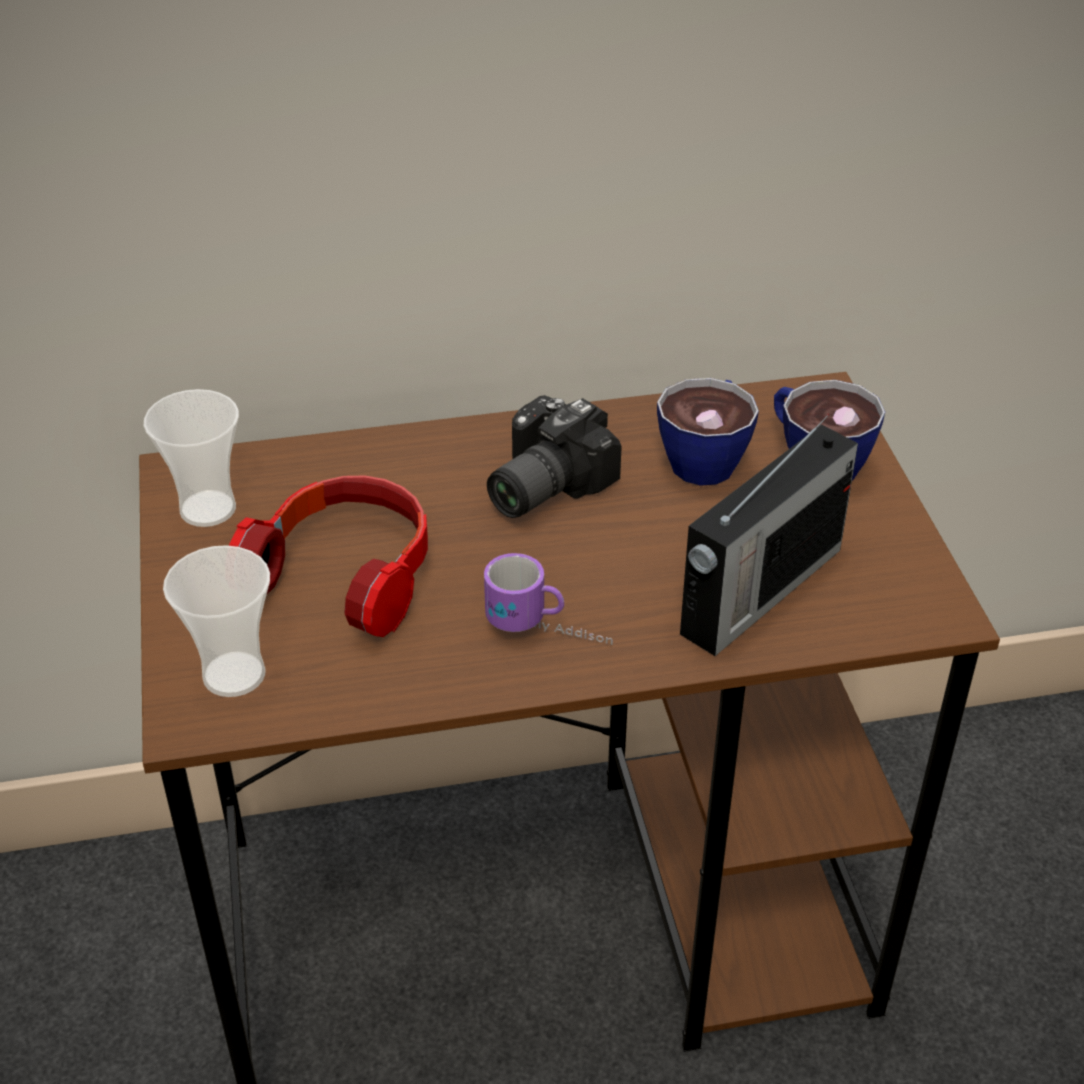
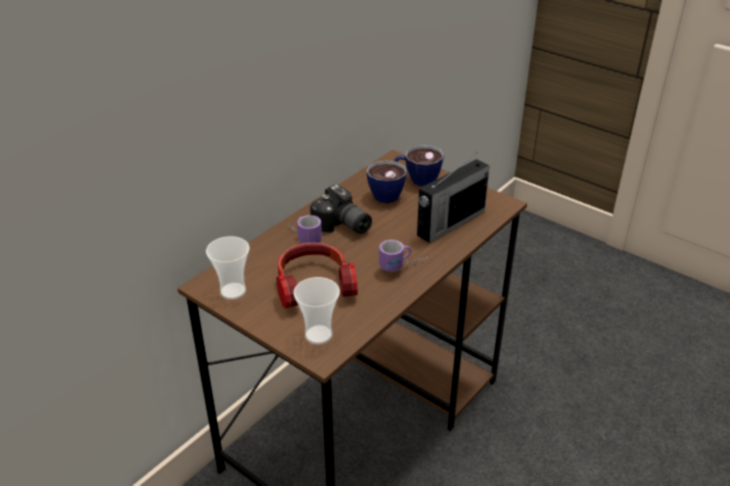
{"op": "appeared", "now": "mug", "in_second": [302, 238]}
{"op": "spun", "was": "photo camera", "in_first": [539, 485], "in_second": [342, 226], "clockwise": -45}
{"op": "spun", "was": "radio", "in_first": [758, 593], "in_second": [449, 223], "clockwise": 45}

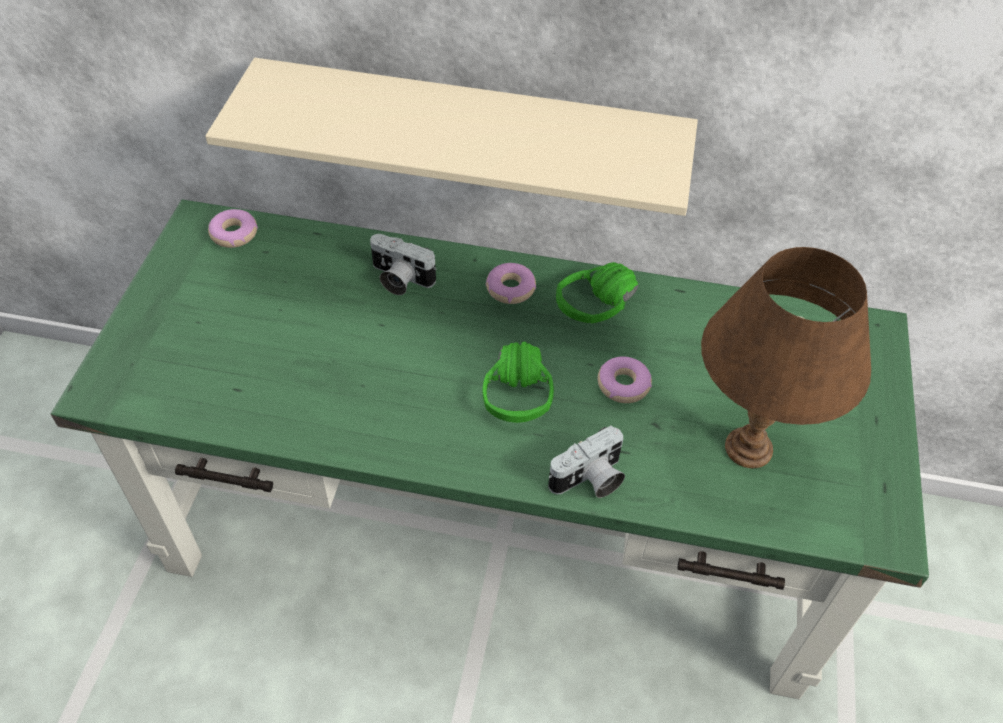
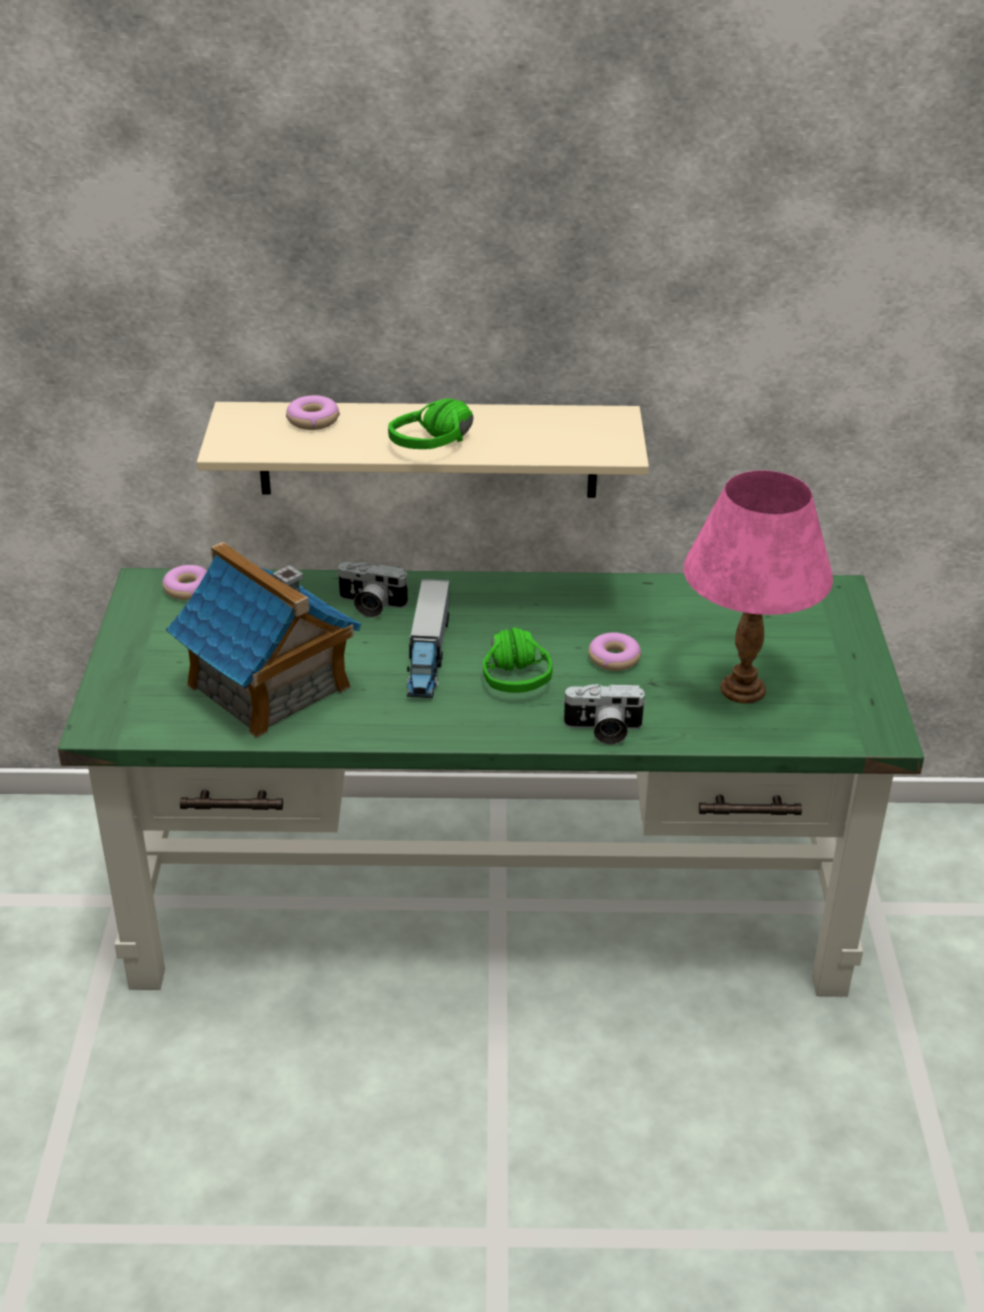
{"op": "appeared", "now": "toy house", "in_second": [269, 687]}
{"op": "appeared", "now": "toy truck", "in_second": [428, 654]}
{"op": "relocated", "was": "donut", "in_first": [510, 289], "in_second": [312, 420]}
{"op": "relocated", "was": "green headphones", "in_first": [604, 313], "in_second": [442, 448]}
{"op": "colour", "was": "brown table lamp", "now": "pink table lamp", "in_first": [748, 447], "in_second": [742, 688]}
{"op": "spun", "was": "photo camera", "in_first": [589, 480], "in_second": [603, 730], "clockwise": 45}

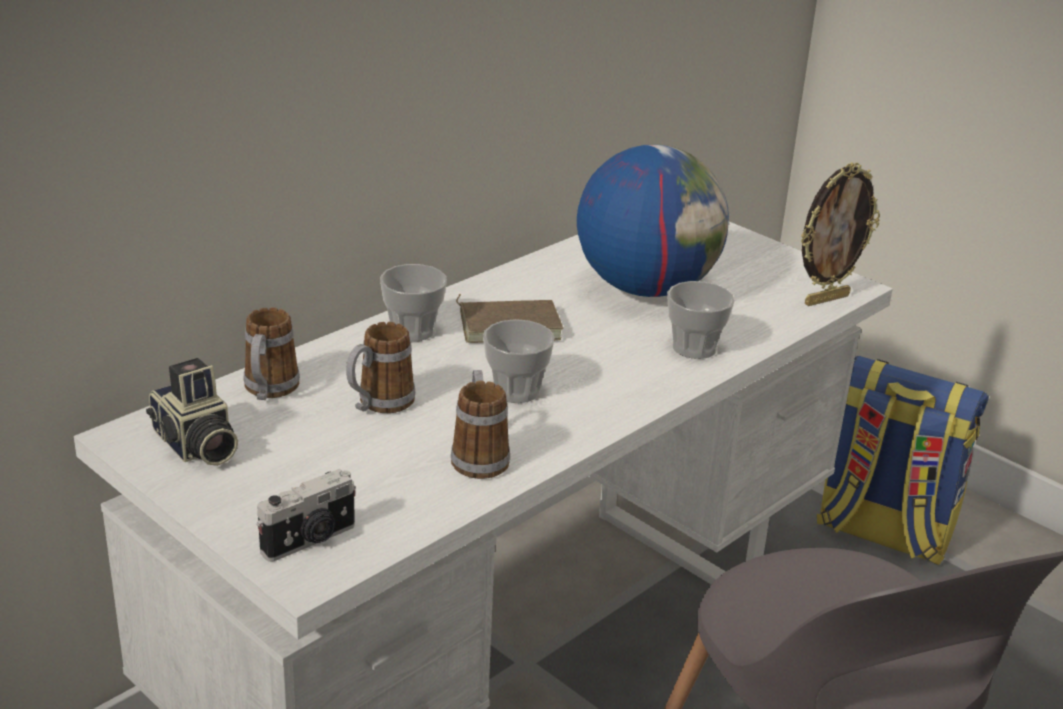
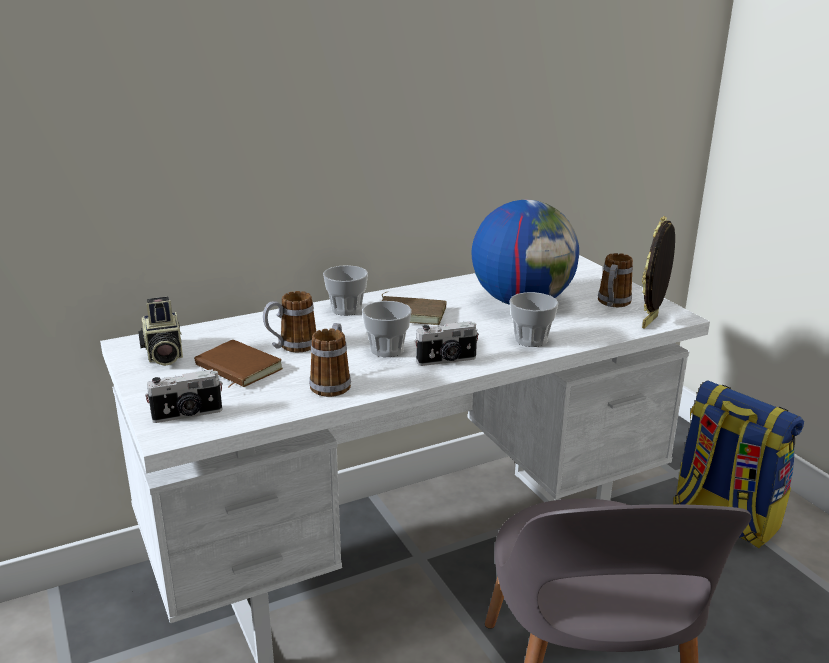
{"op": "appeared", "now": "brown book", "in_second": [236, 368]}
{"op": "appeared", "now": "photo camera", "in_second": [447, 360]}
{"op": "relocated", "was": "mug", "in_first": [268, 391], "in_second": [612, 304]}
{"op": "spun", "was": "picture frame", "in_first": [825, 299], "in_second": [651, 322], "clockwise": 135}

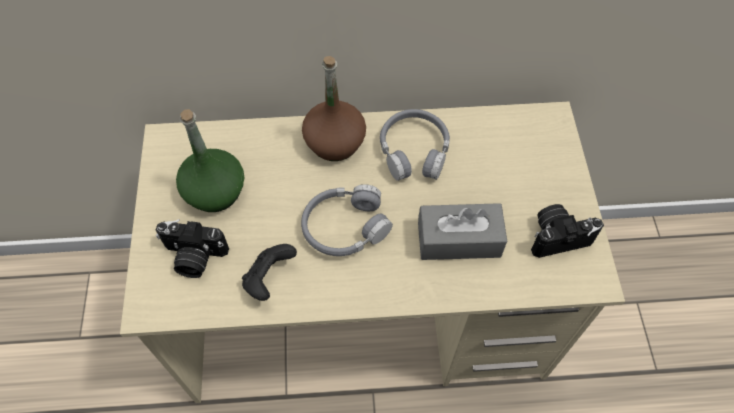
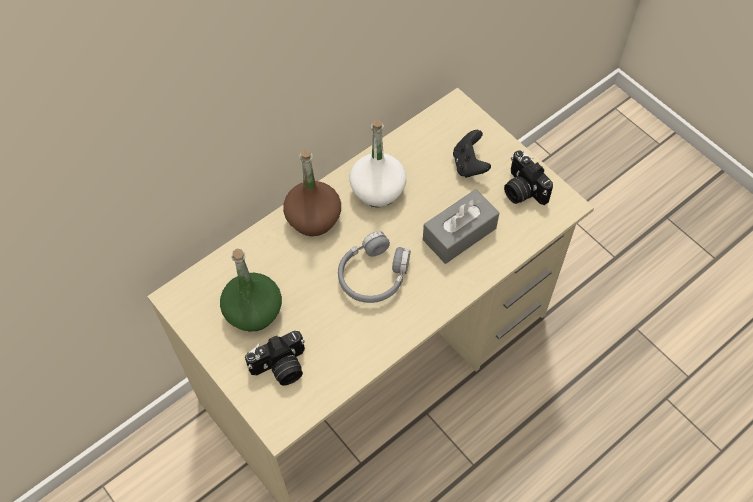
{"op": "relocated", "was": "black game controller", "in_first": [269, 279], "in_second": [469, 165]}
{"op": "exchanged", "was": "grey headphones", "now": "white bottle", "in_first": [414, 151], "in_second": [378, 189]}
{"op": "spun", "was": "photo camera", "in_first": [558, 236], "in_second": [522, 190], "clockwise": -75}

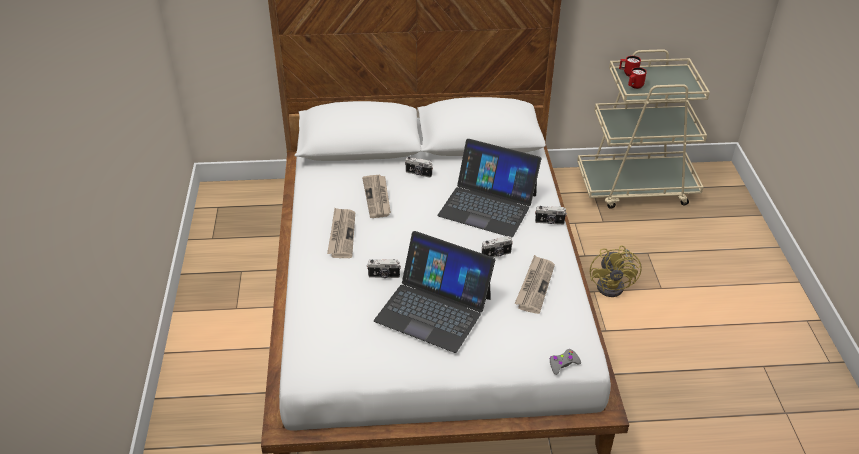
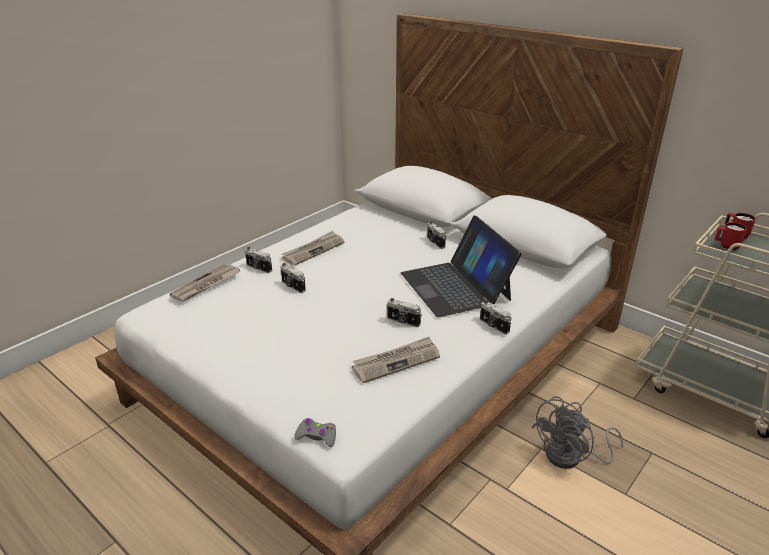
{"op": "missing", "was": "laptop", "in_first": [433, 308]}
{"op": "appeared", "now": "photo camera", "in_second": [258, 268]}
{"op": "relocated", "was": "newspaper", "in_first": [377, 197], "in_second": [206, 285]}
{"op": "colour", "was": "yellow fan", "now": "grey fan", "in_first": [614, 285], "in_second": [571, 457]}

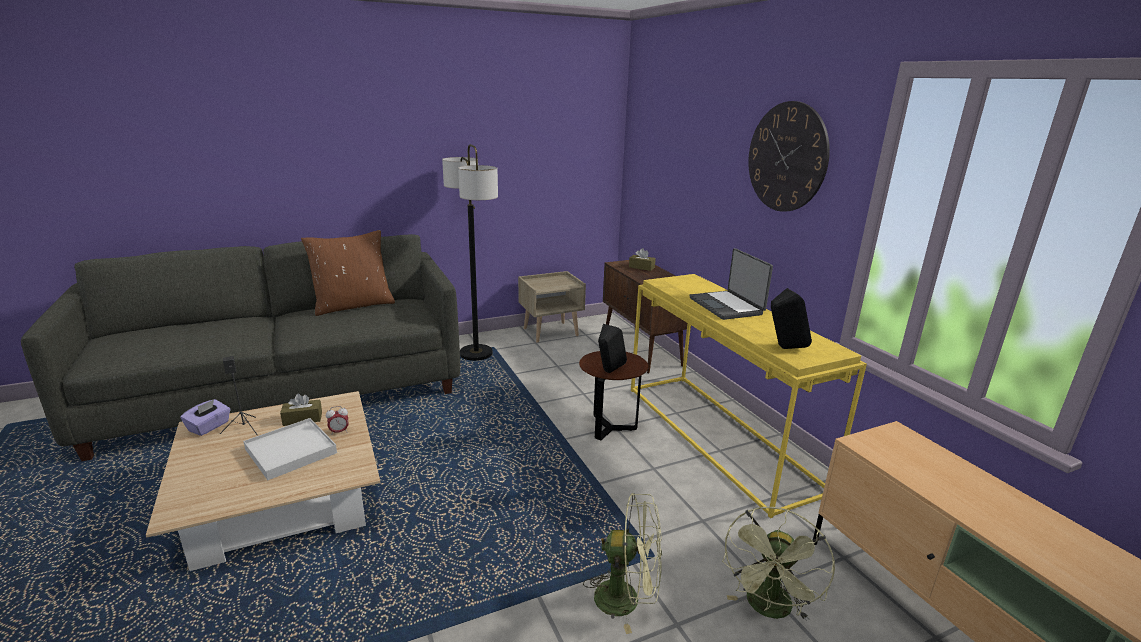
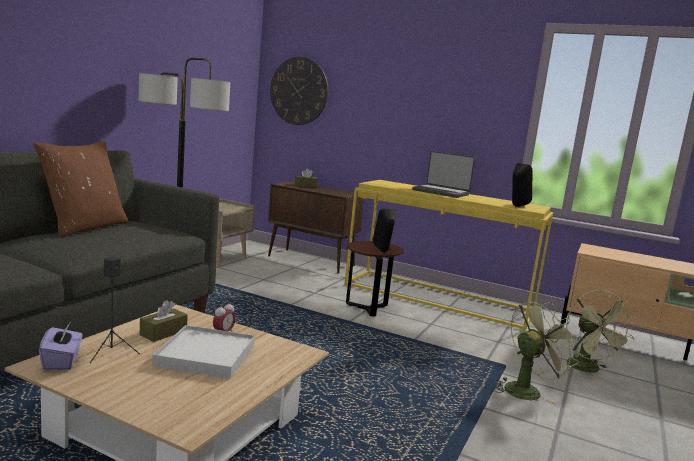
{"op": "relocated", "was": "wall clock", "in_first": [787, 157], "in_second": [299, 91]}

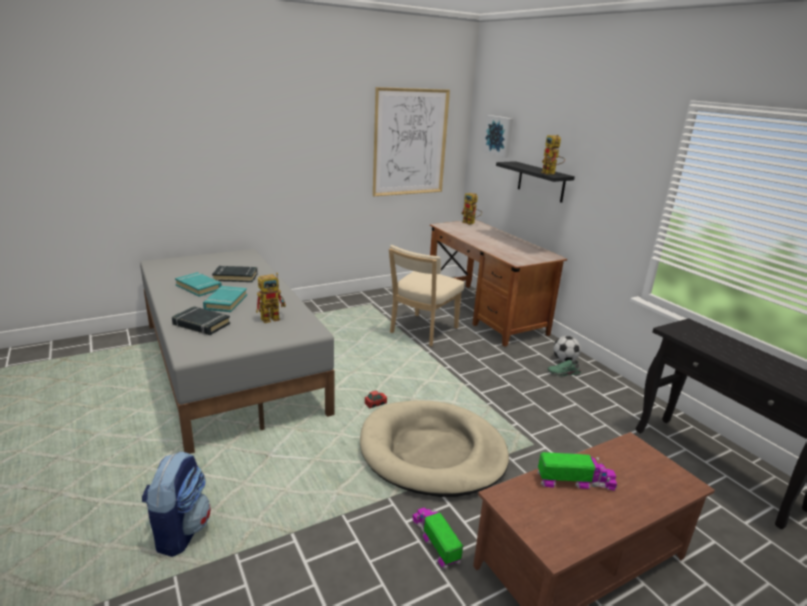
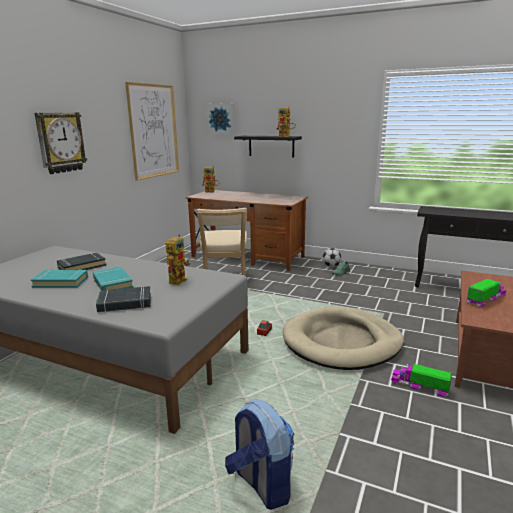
{"op": "appeared", "now": "wall clock", "in_second": [60, 142]}

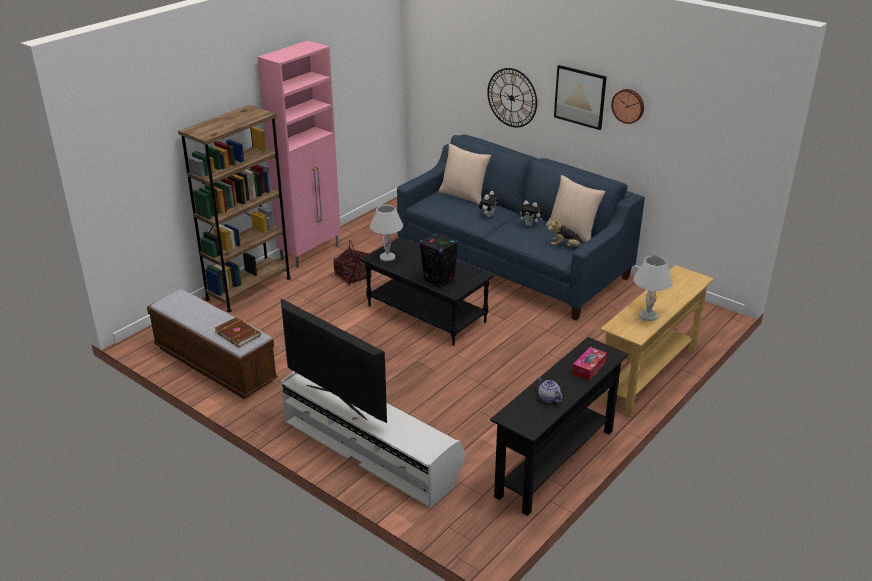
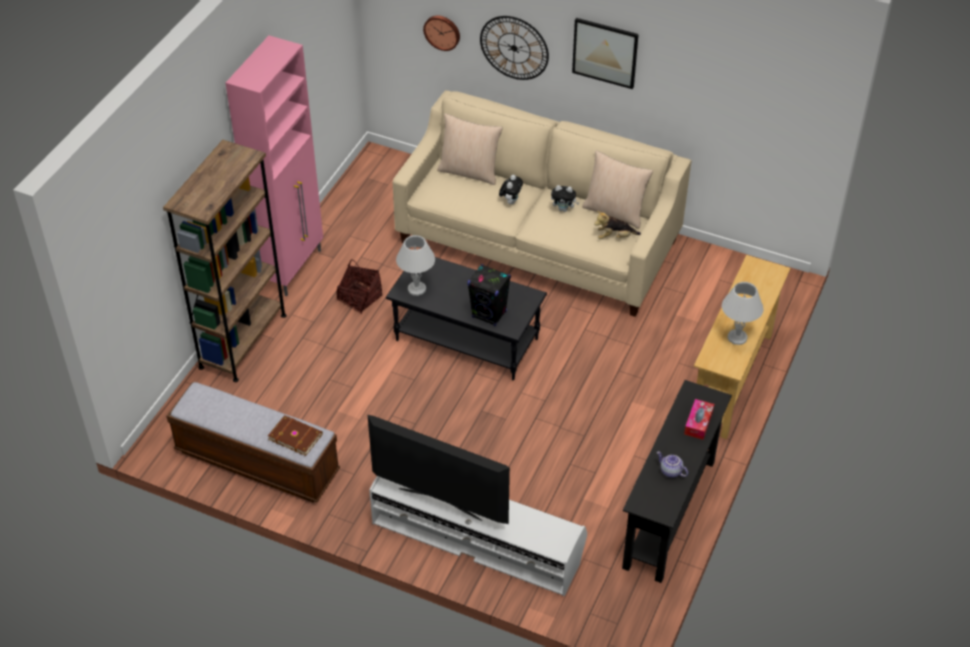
{"op": "relocated", "was": "wall clock", "in_first": [628, 105], "in_second": [442, 32]}
{"op": "colour", "was": "blue sofa", "now": "beige sofa", "in_first": [513, 263], "in_second": [538, 241]}

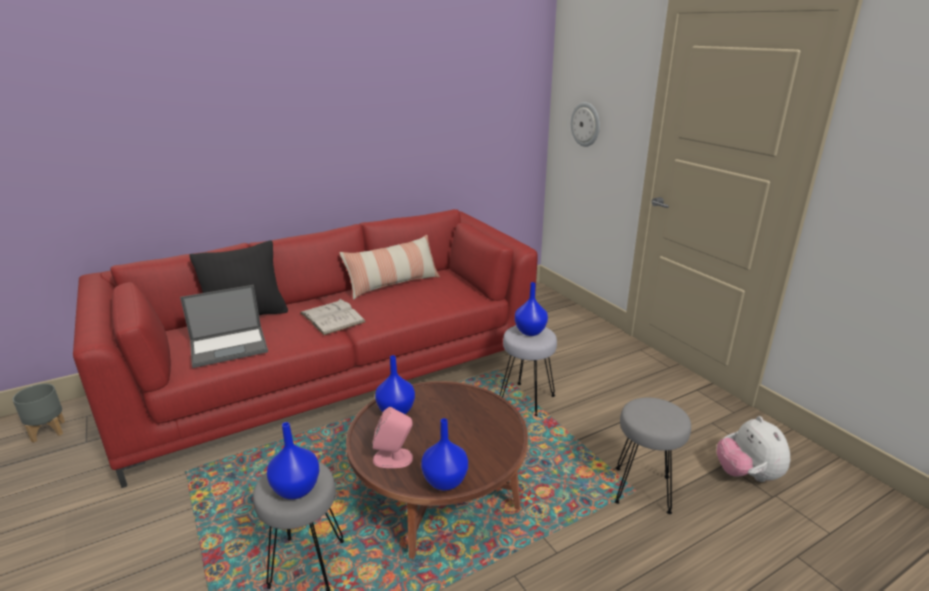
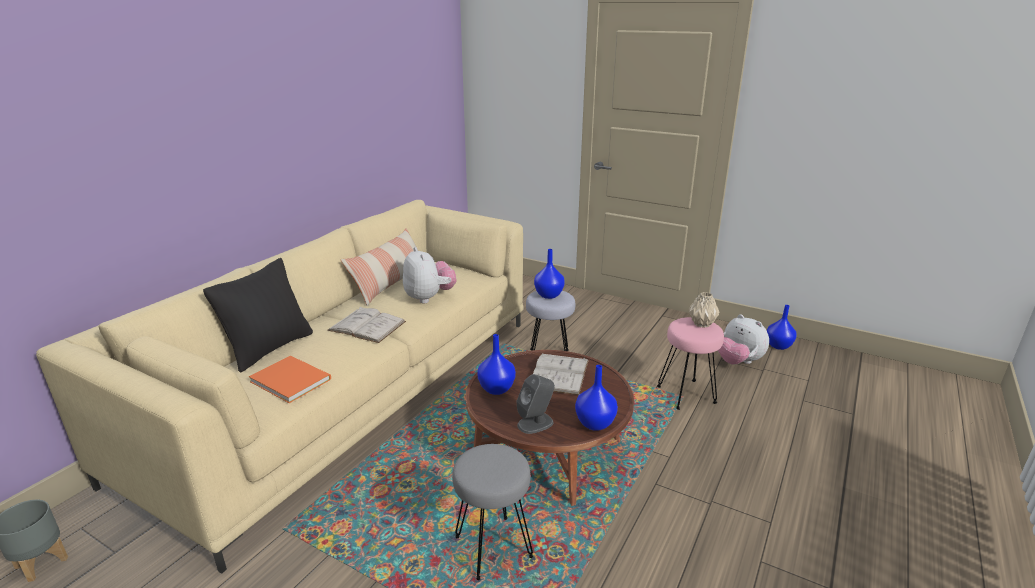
{"op": "missing", "was": "wall clock", "in_first": [586, 124]}
{"op": "appeared", "now": "plush toy", "in_second": [429, 298]}
{"op": "appeared", "now": "white book", "in_second": [559, 373]}
{"op": "appeared", "now": "beige vase", "in_second": [702, 324]}
{"op": "relocated", "was": "blue vase", "in_first": [297, 489], "in_second": [779, 345]}
{"op": "exchanged", "was": "laptop", "now": "orange book", "in_first": [230, 346], "in_second": [291, 379]}
{"op": "colour", "was": "red sofa", "now": "beige sofa", "in_first": [334, 373], "in_second": [351, 391]}
{"op": "colour", "was": "pink speaker", "now": "grey speaker", "in_first": [393, 458], "in_second": [536, 423]}
{"op": "colour", "was": "grey stool", "now": "pink stool", "in_first": [643, 490], "in_second": [687, 394]}

